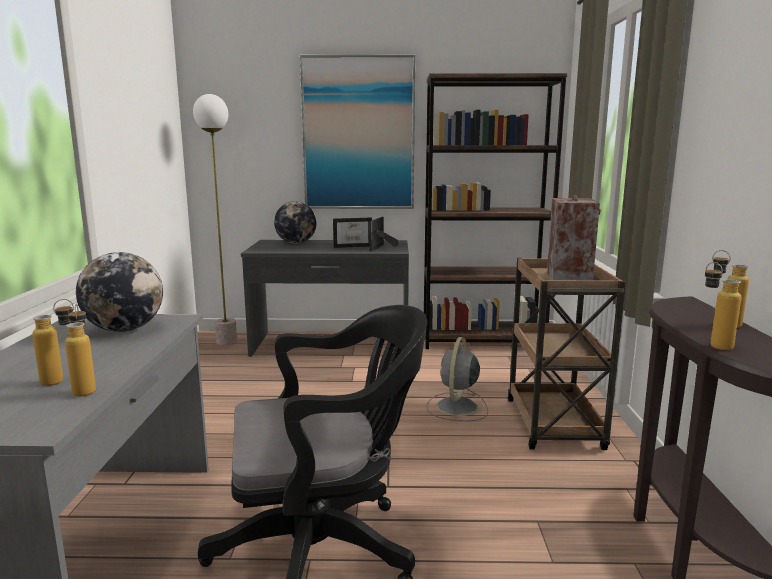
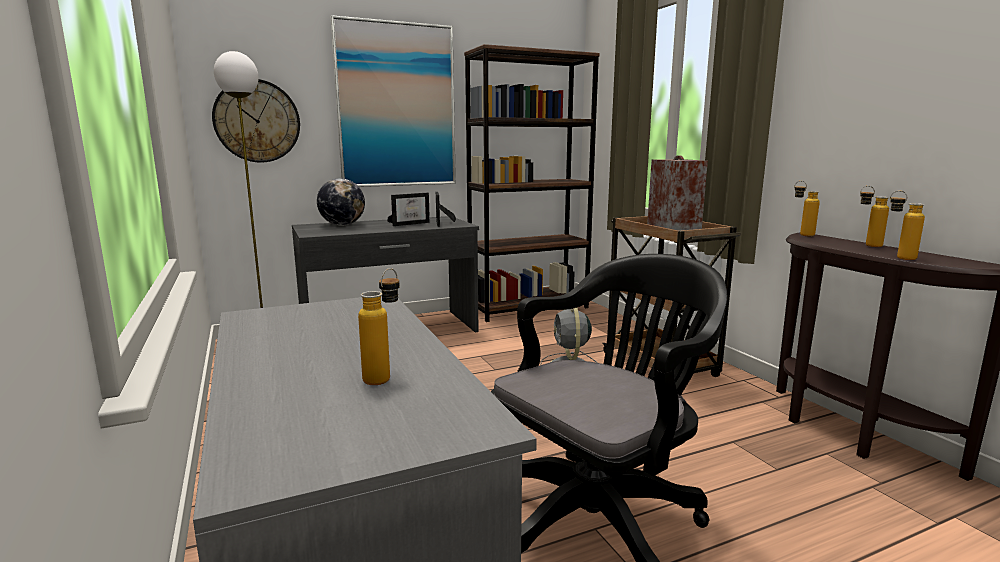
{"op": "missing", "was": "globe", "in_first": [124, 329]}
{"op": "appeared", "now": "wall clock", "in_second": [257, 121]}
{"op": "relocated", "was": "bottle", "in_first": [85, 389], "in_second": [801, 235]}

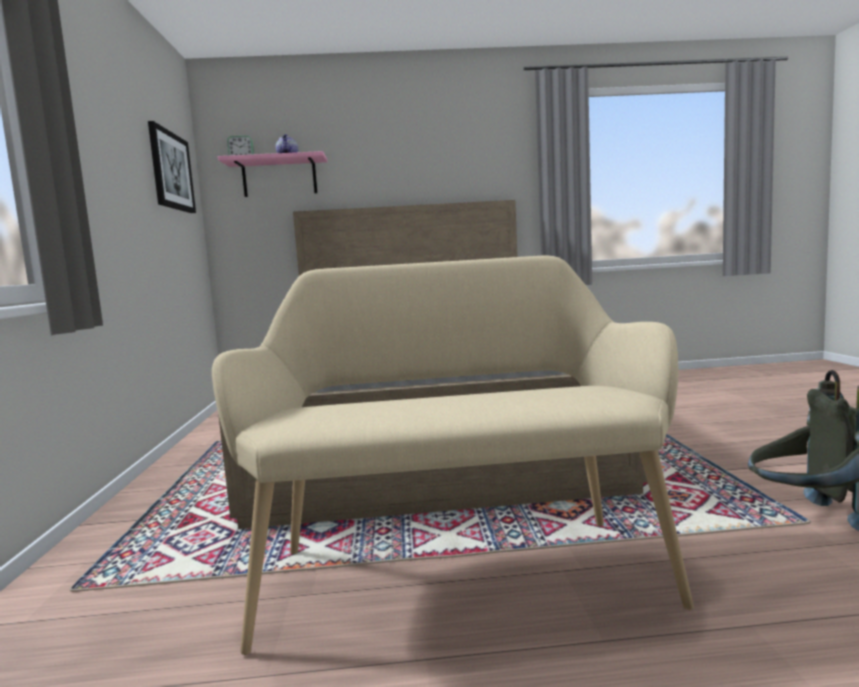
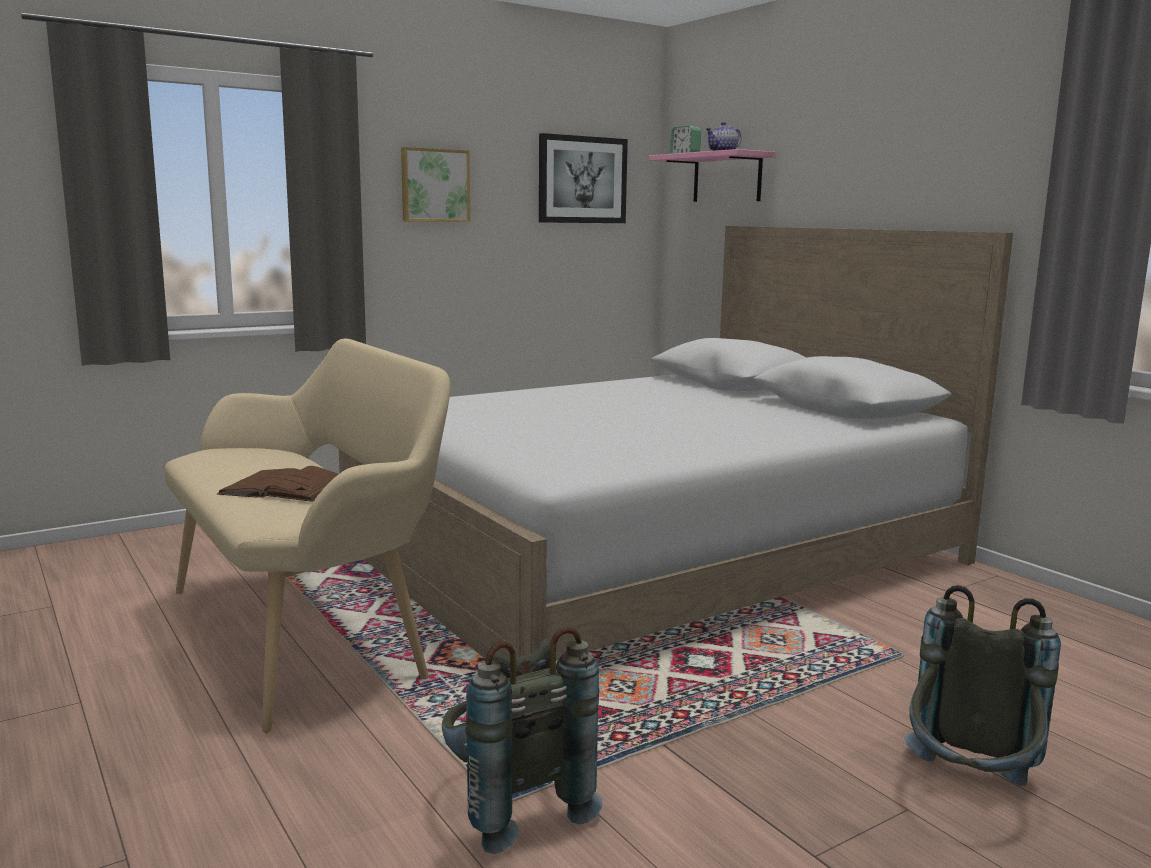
{"op": "appeared", "now": "brown book", "in_second": [285, 487]}
{"op": "appeared", "now": "picture", "in_second": [434, 185]}
{"op": "appeared", "now": "grey backpack", "in_second": [968, 791]}

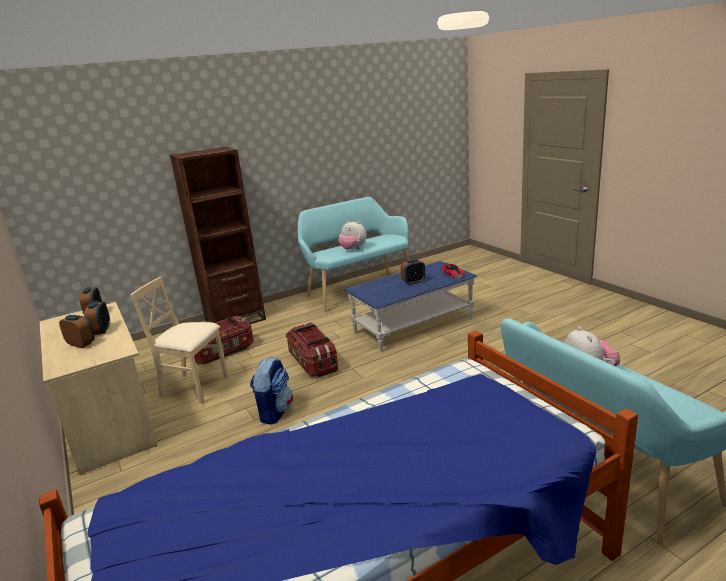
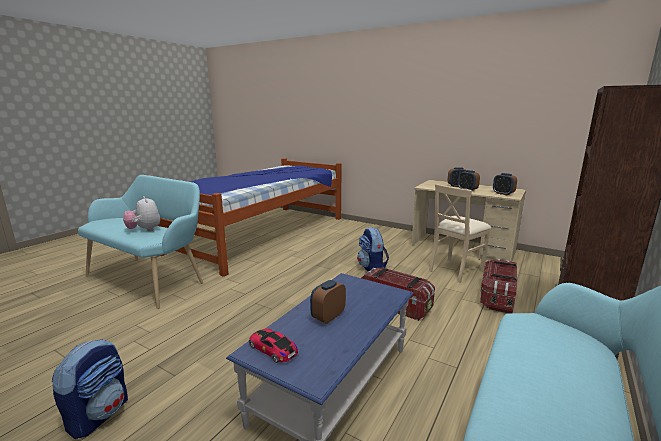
{"op": "missing", "was": "plush toy", "in_first": [353, 249]}
{"op": "appeared", "now": "backpack", "in_second": [99, 414]}
{"op": "spun", "was": "beige chair", "in_first": [194, 387], "in_second": [455, 270], "clockwise": 150}

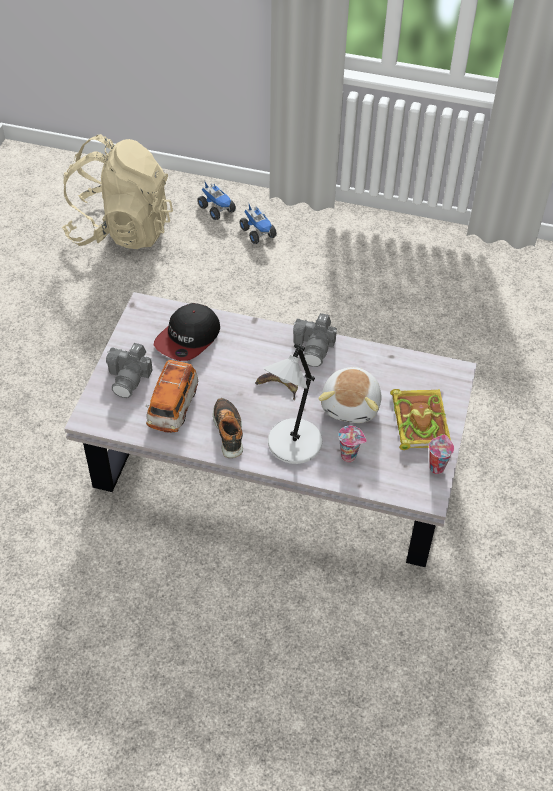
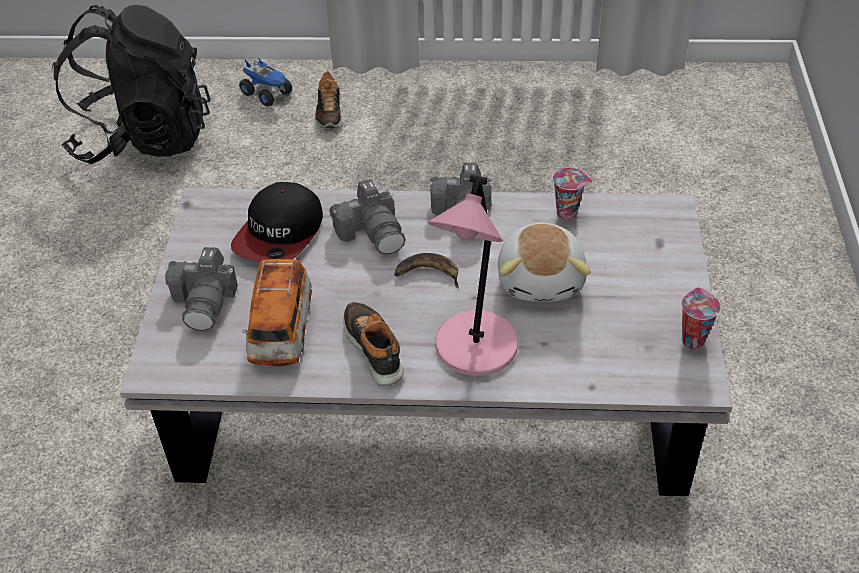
{"op": "missing", "was": "book", "in_first": [418, 420]}
{"op": "appeared", "now": "photo camera", "in_second": [373, 232]}
{"op": "relocated", "was": "cup", "in_first": [349, 456], "in_second": [568, 213]}
{"op": "exchanged", "was": "toy truck", "now": "shoe", "in_first": [258, 233], "in_second": [329, 112]}
{"op": "colour", "was": "beige backpack", "now": "black backpack", "in_first": [121, 230], "in_second": [144, 138]}
{"op": "colour", "was": "grey table lamp", "now": "pink table lamp", "in_first": [293, 444], "in_second": [475, 349]}

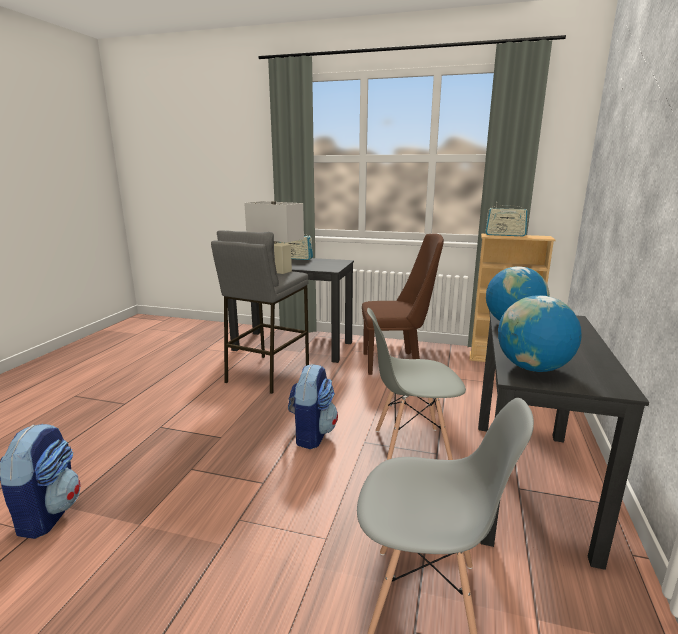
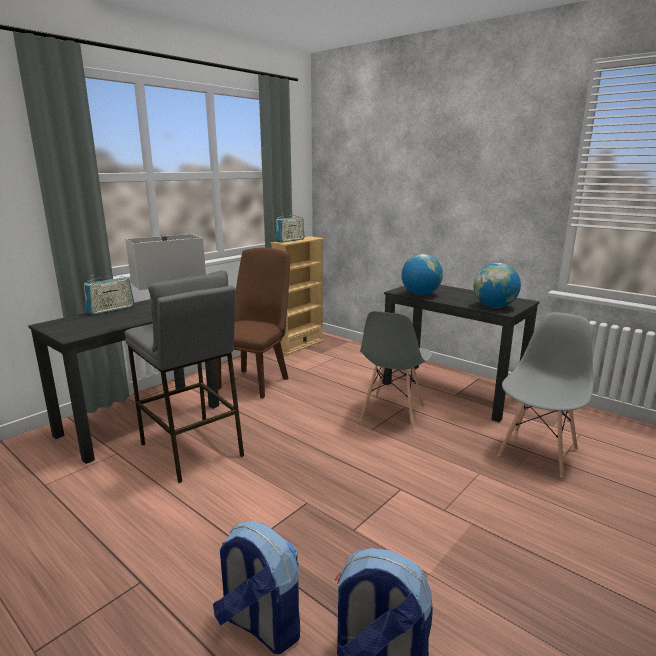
{"op": "relocated", "was": "backpack", "in_first": [312, 434], "in_second": [260, 625]}

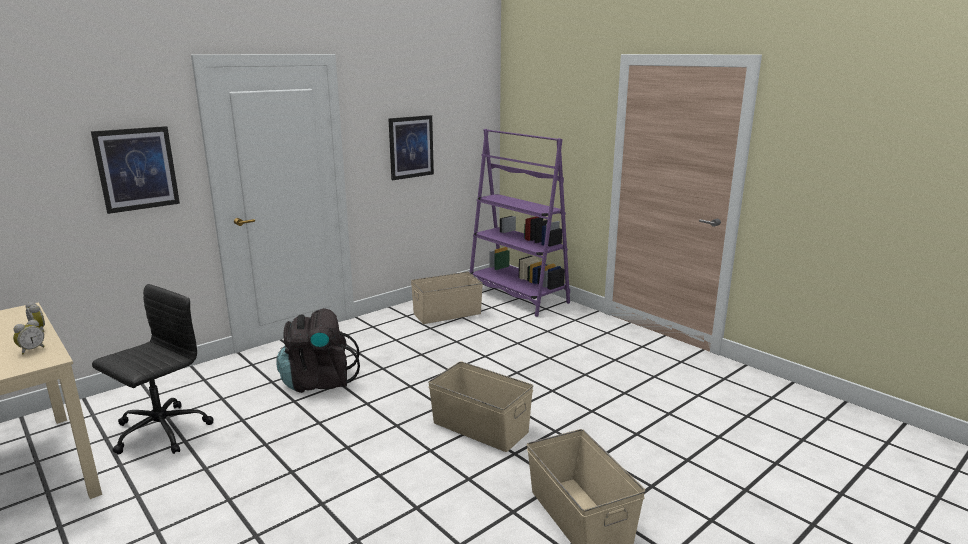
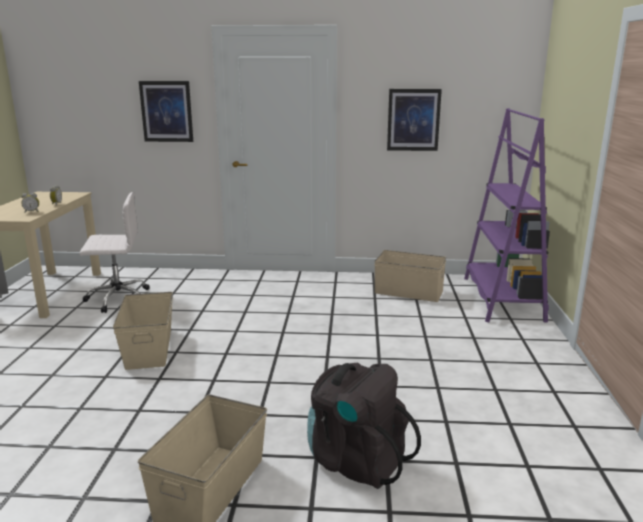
{"op": "relocated", "was": "black backpack", "in_first": [319, 381], "in_second": [356, 460]}
{"op": "relocated", "was": "beige storage box", "in_first": [480, 427], "in_second": [148, 348]}
{"op": "colour", "was": "black office chair", "now": "white office chair", "in_first": [159, 432], "in_second": [117, 298]}

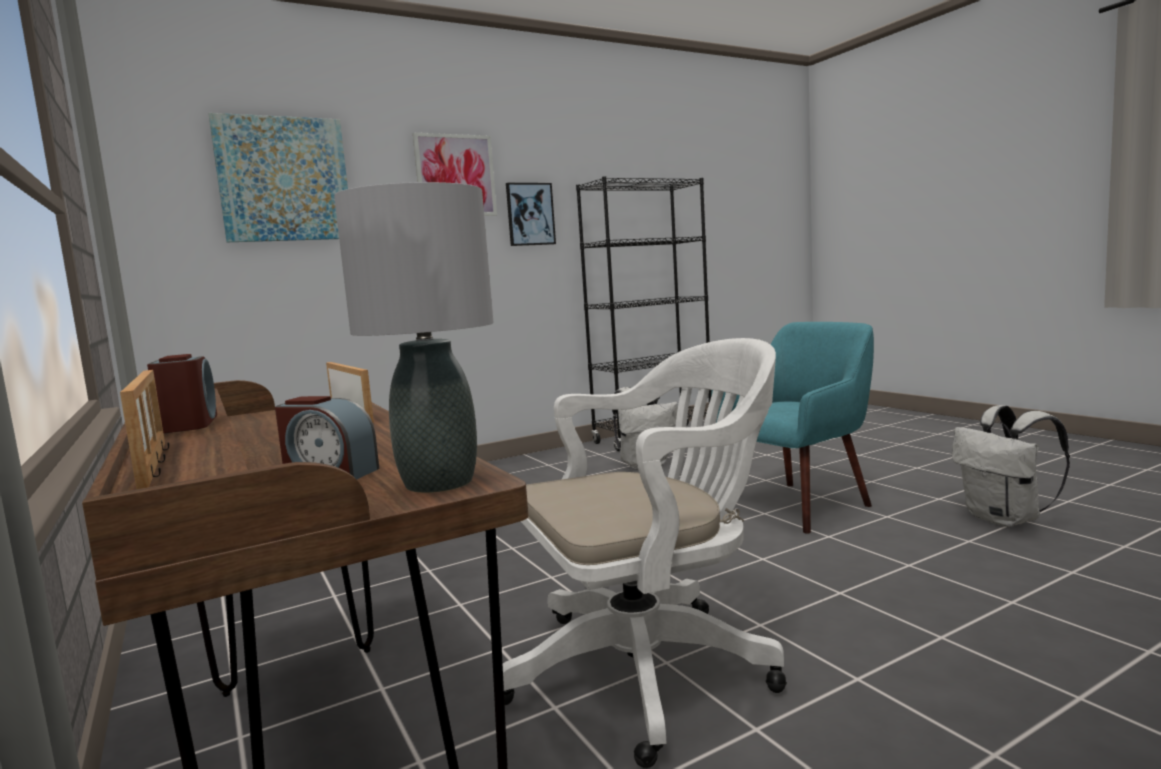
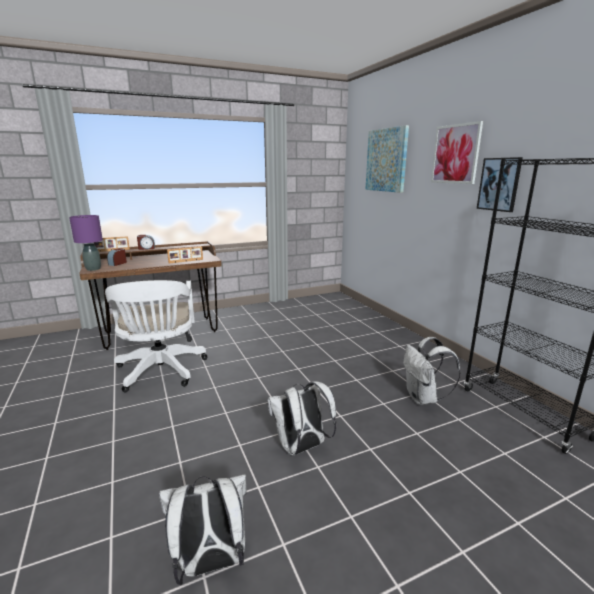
{"op": "exchanged", "was": "turquoise armchair", "now": "white backpack", "in_first": [797, 505], "in_second": [301, 448]}
{"op": "colour", "was": "grey table lamp", "now": "purple table lamp", "in_first": [439, 483], "in_second": [93, 269]}

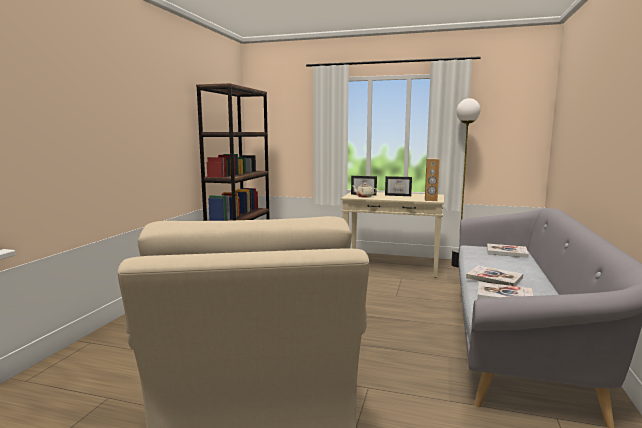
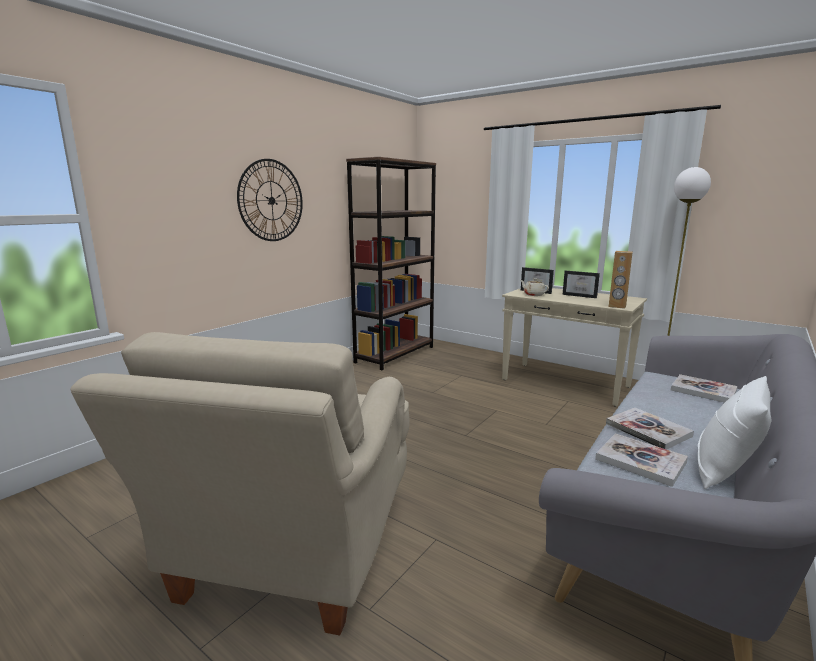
{"op": "appeared", "now": "wall clock", "in_second": [271, 200]}
{"op": "appeared", "now": "white pillow", "in_second": [724, 470]}

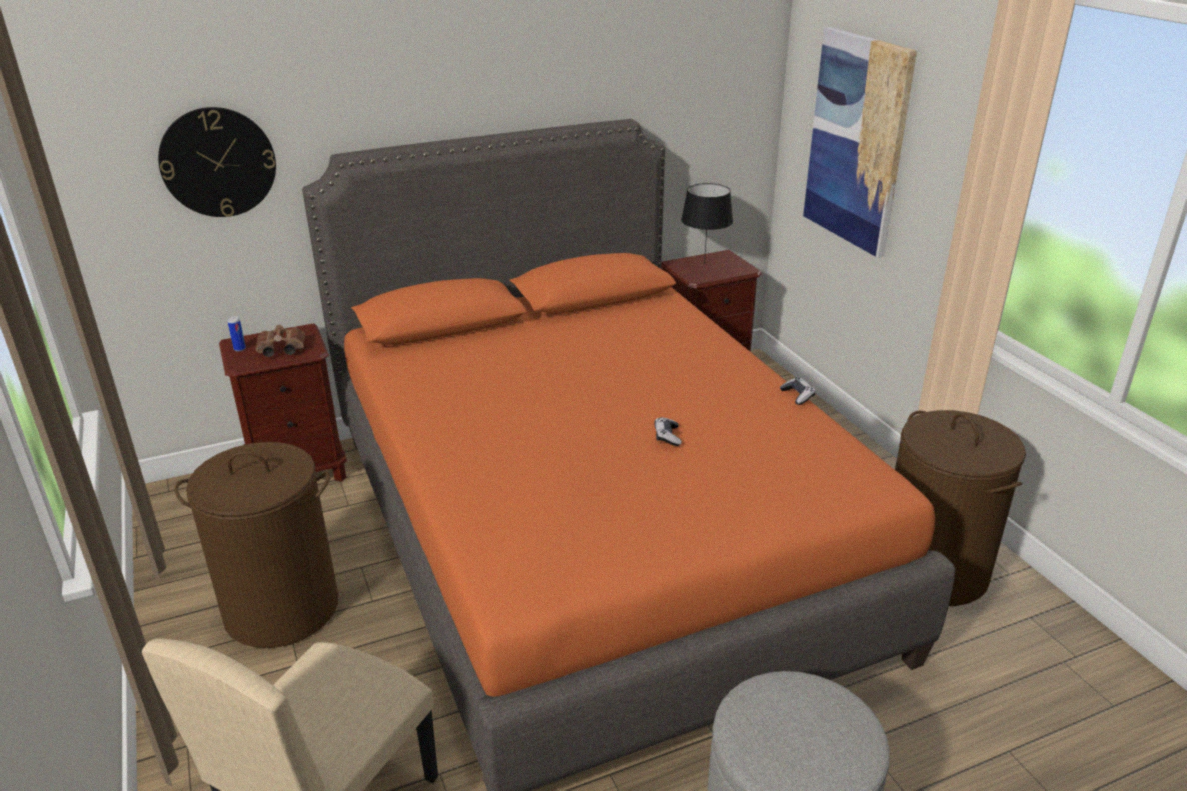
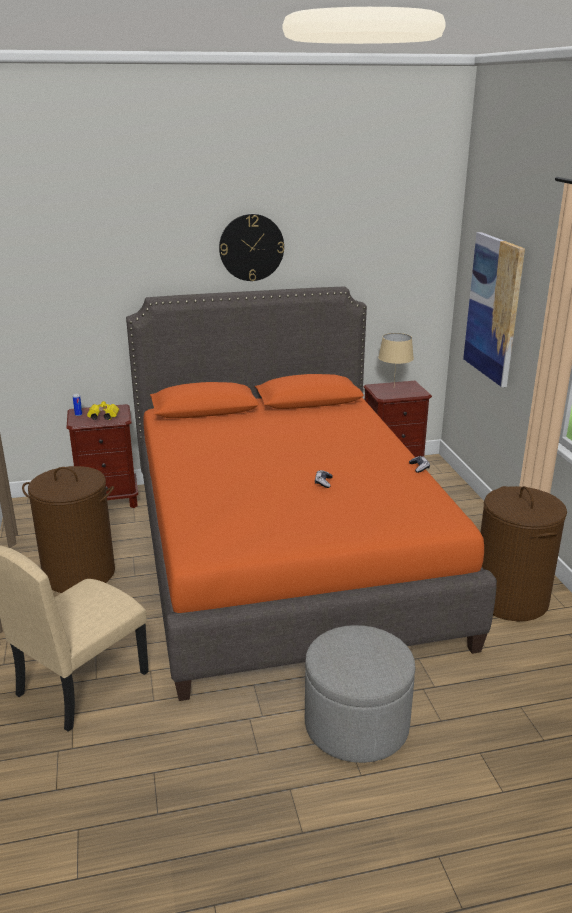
{"op": "relocated", "was": "wall clock", "in_first": [218, 162], "in_second": [251, 247]}
{"op": "colour", "was": "brown binoculars", "now": "yellow binoculars", "in_first": [280, 351], "in_second": [102, 417]}
{"op": "colour", "was": "black table lamp", "now": "beige table lamp", "in_first": [704, 263], "in_second": [393, 387]}

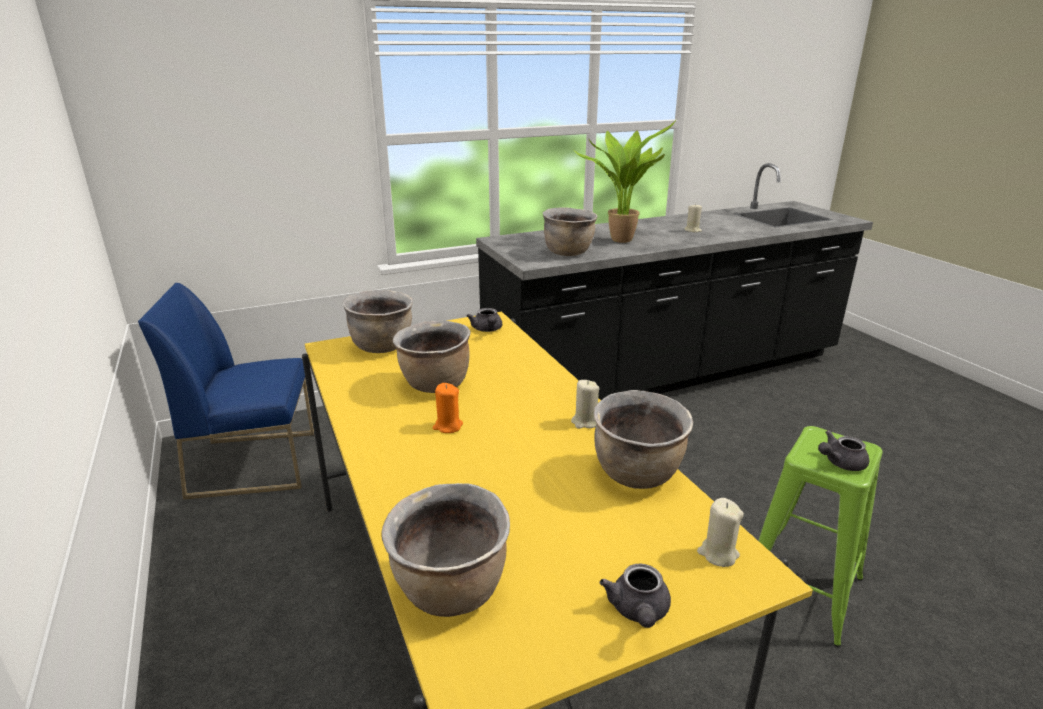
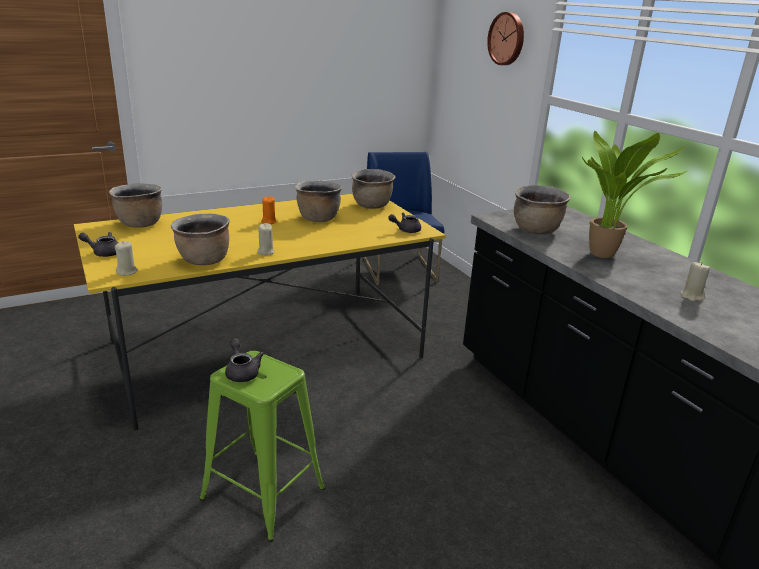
{"op": "appeared", "now": "wall clock", "in_second": [507, 39]}

